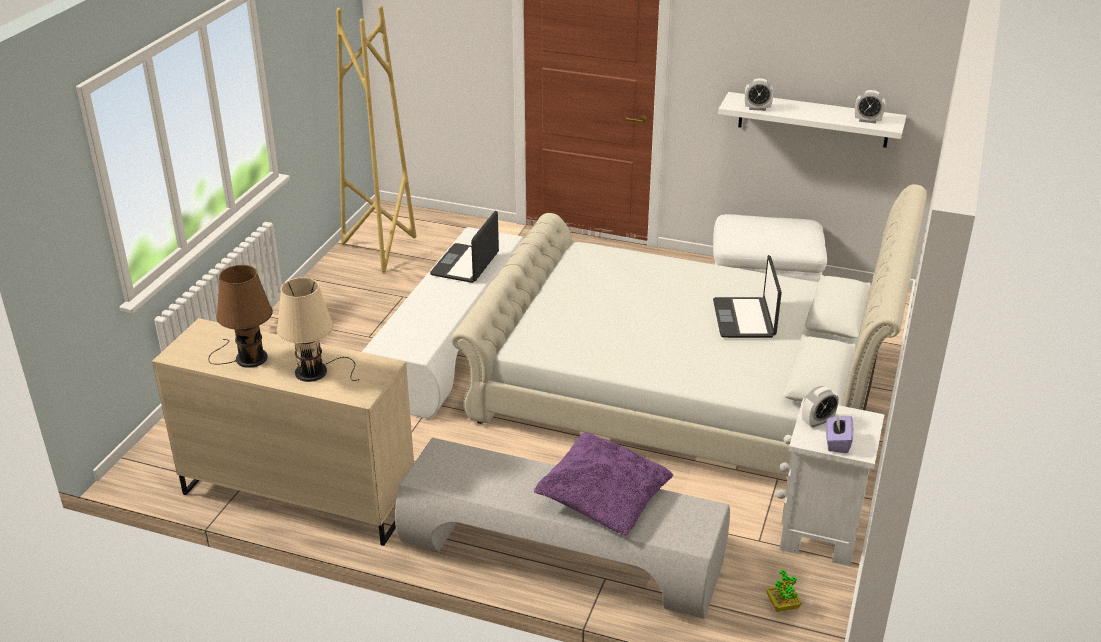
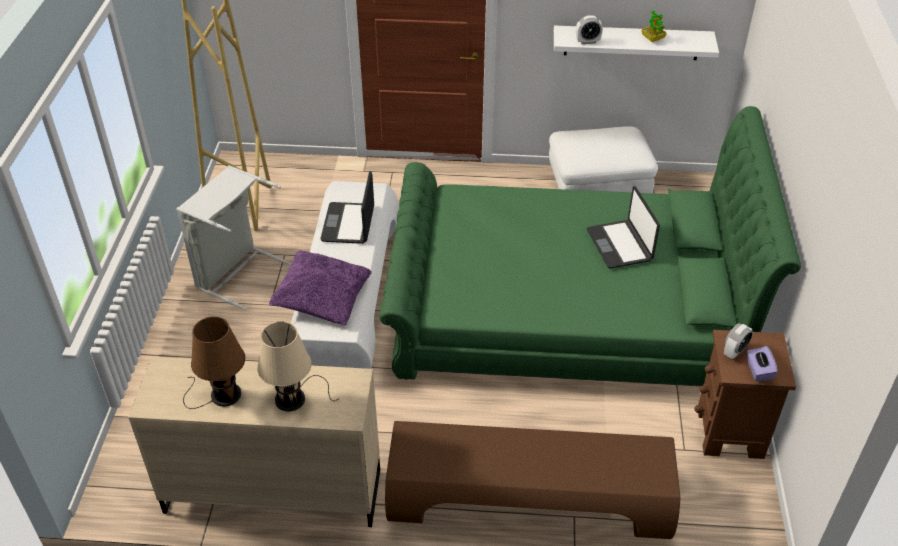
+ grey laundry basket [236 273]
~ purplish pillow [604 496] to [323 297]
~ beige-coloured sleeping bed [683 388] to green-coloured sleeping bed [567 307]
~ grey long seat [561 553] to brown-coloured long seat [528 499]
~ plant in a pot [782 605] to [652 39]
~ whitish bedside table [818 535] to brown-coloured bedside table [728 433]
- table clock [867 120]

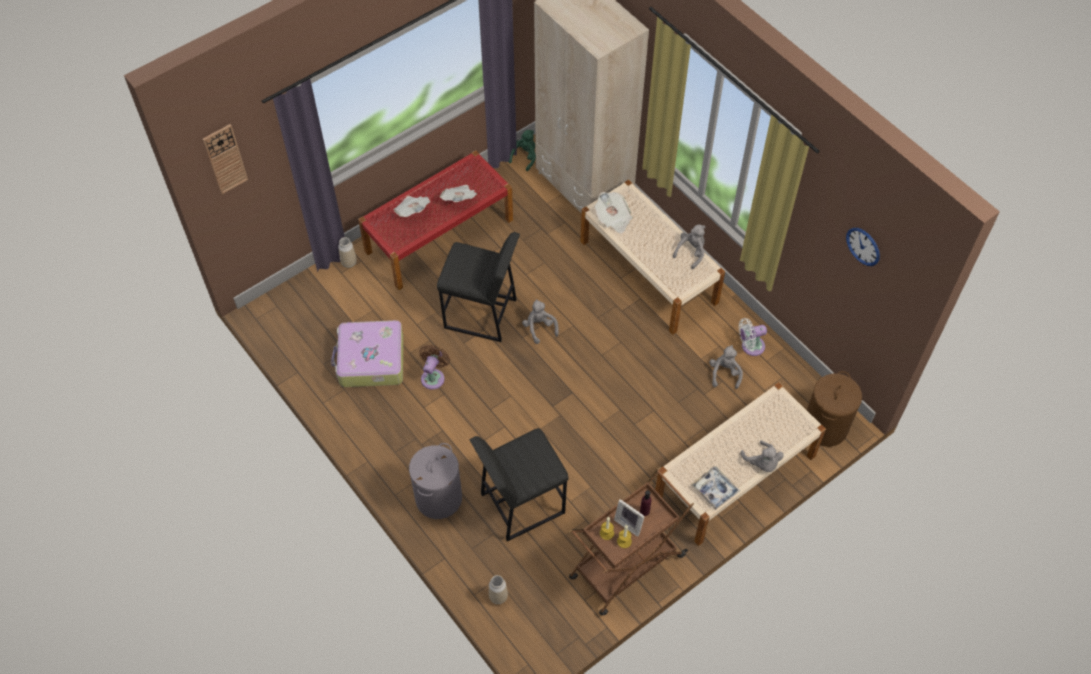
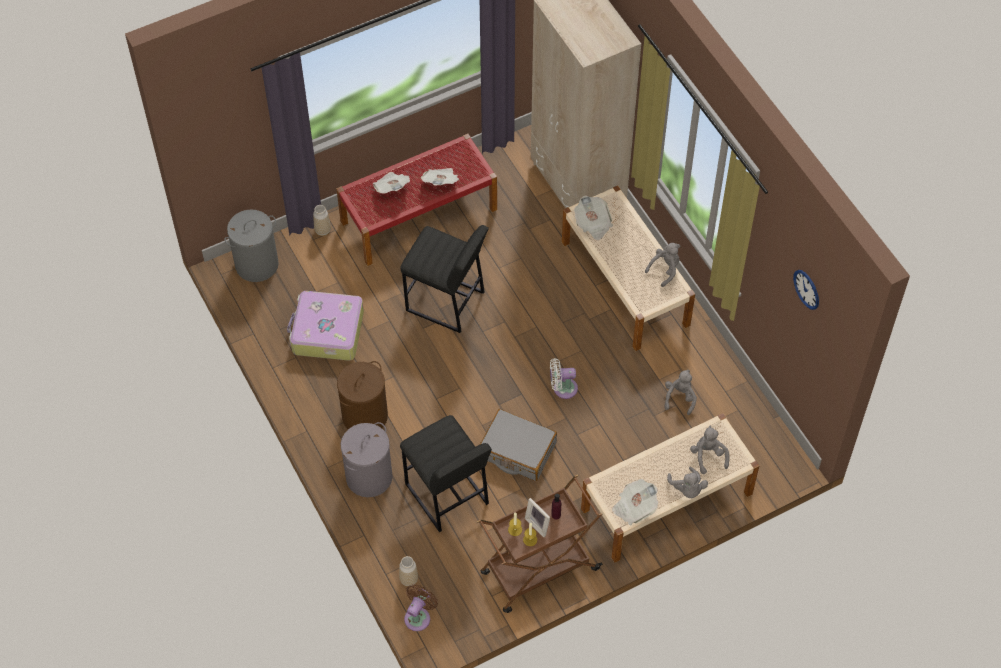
+ grey laundry basket [256 265]
~ brown-coloured laundry basket [825 426] to [365 415]
~ blackish upright chair [520 504] = [448 495] 105 degrees counterclockwise
~ brown-coloured electric fan [433 376] to [419 616]
+ grey piece of luggage [517 451]
~ whitish electric fan [750 346] to [562 388]
~ tray [714 490] to printed paper [634 507]
~ grey soft toy [539 328] to [708 456]
- clock on the wall [225 159]
- green-coloured soft toy [525 157]

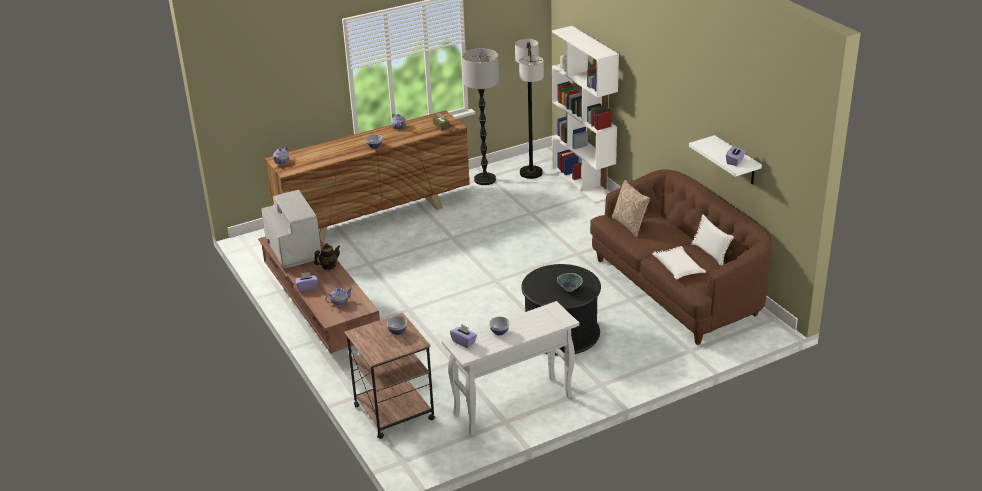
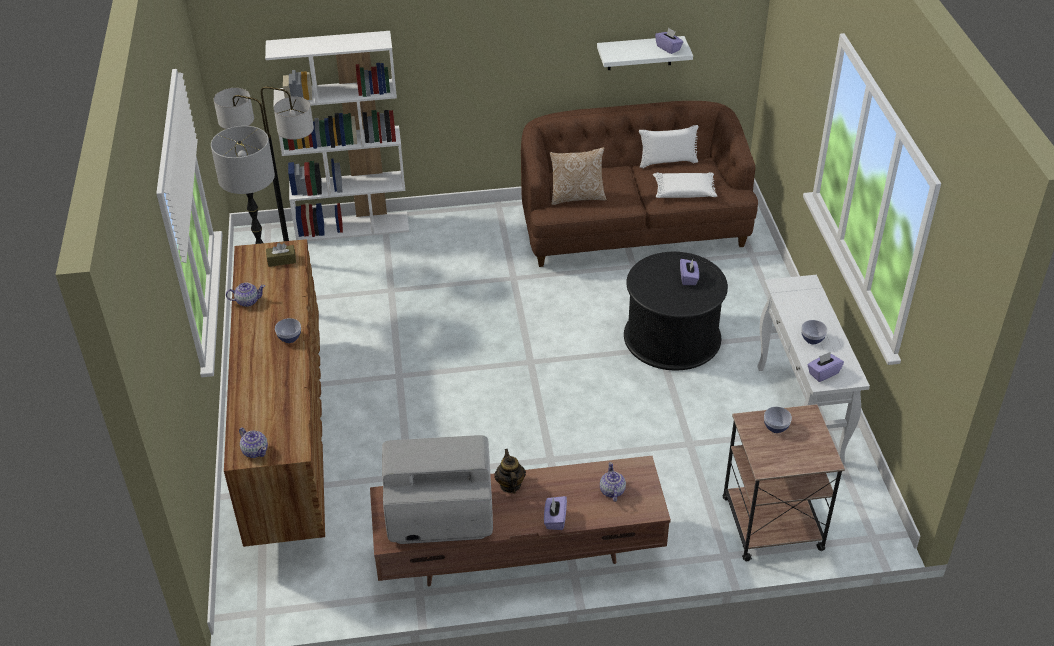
~ deep dish [569 289] to purplish tissue box [688 278]

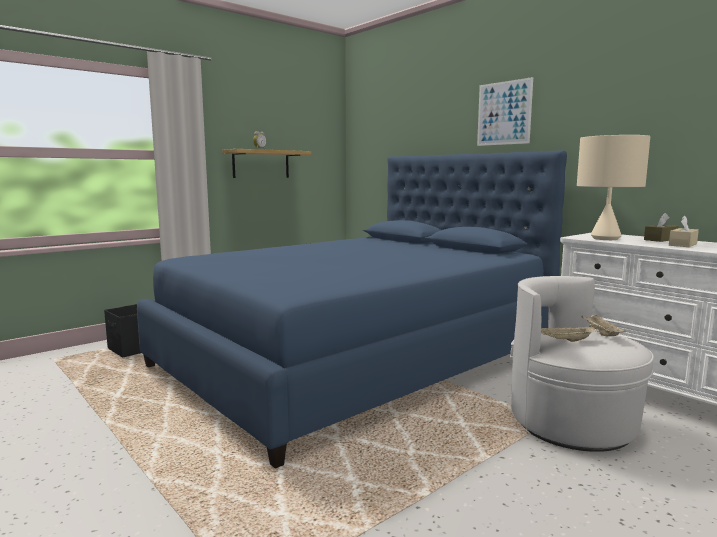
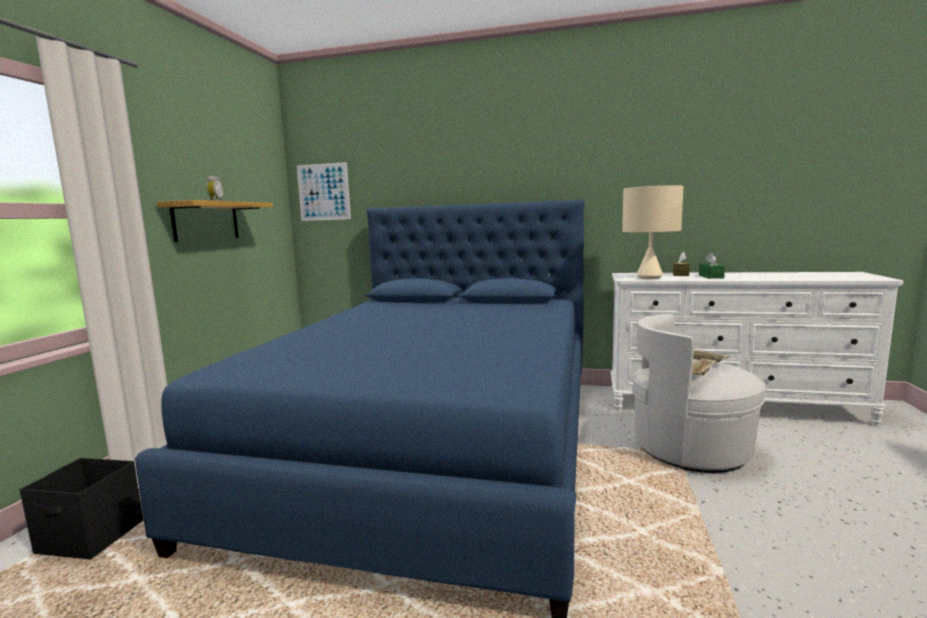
~ picture [504 113] to [323 192]
~ beige-coloured tissue box [682 244] to green-coloured tissue box [711 276]

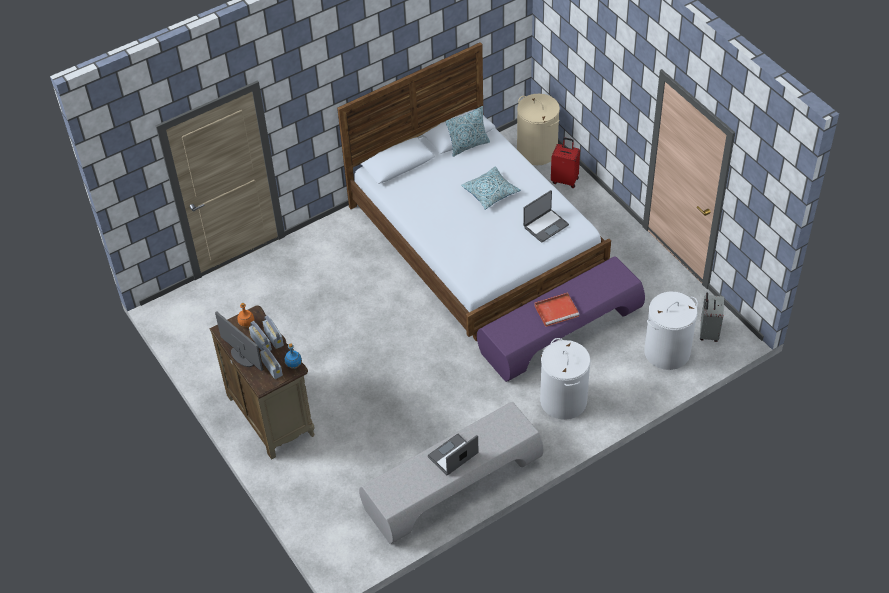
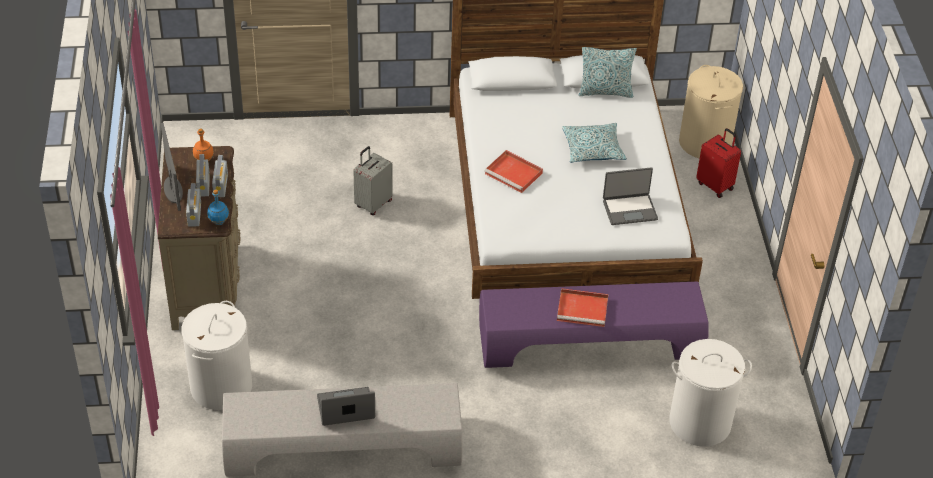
~ whitish laundry basket [563 401] to [221 386]
~ grey piece of luggage [708 332] to [373 204]
+ red-coloured tray [514 173]

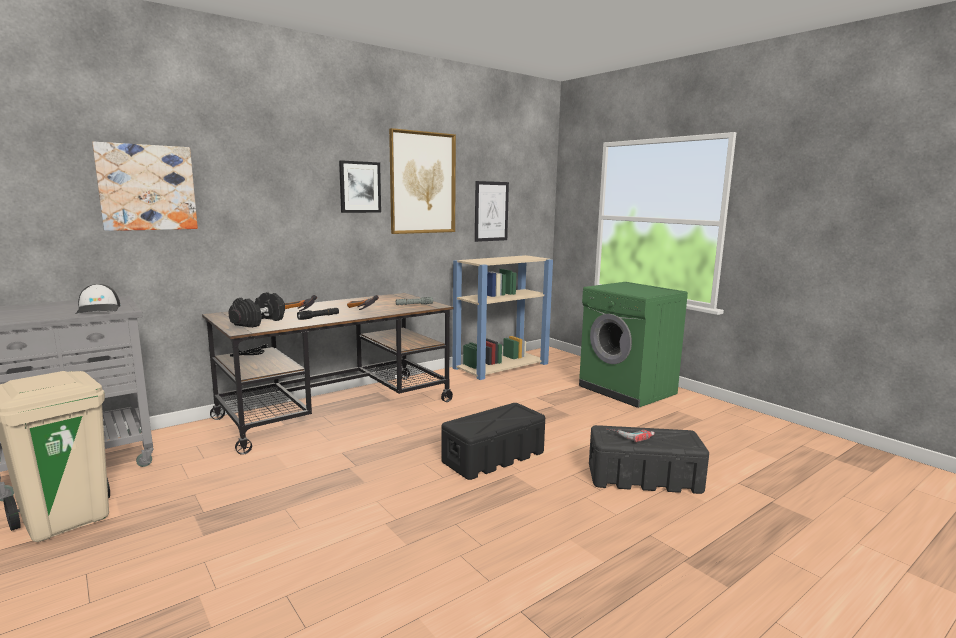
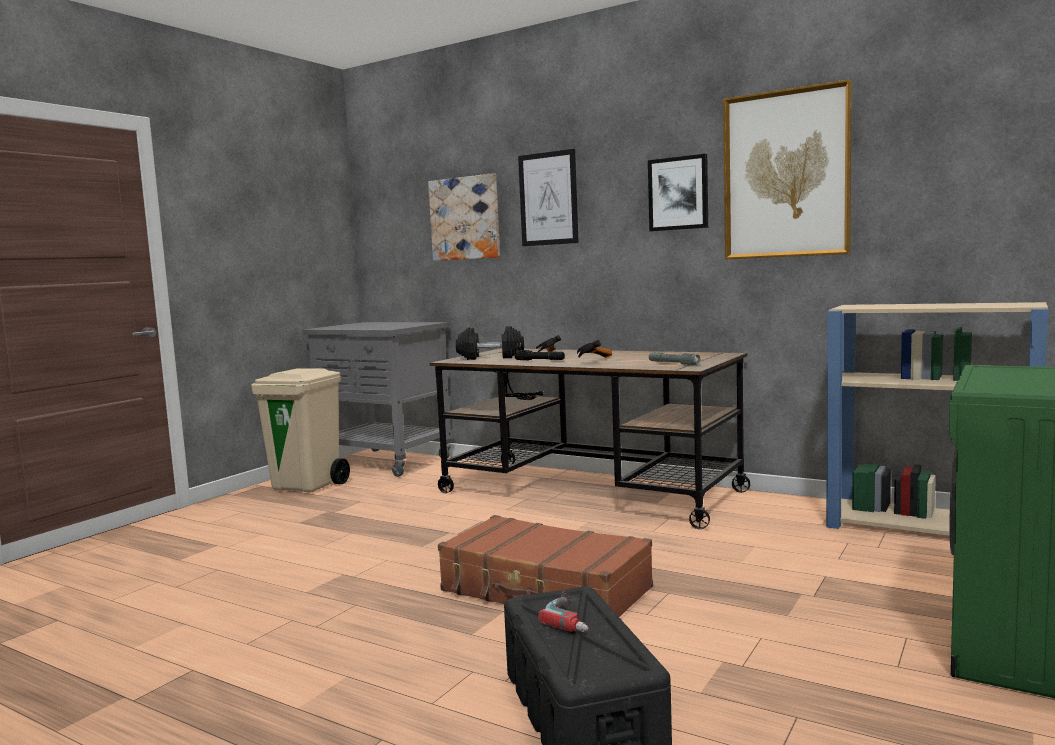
~ blackish storage bin [494 457] to brown-coloured piece of luggage [545 590]
~ picture [491 211] to [548 199]
- baseball cap [99 309]

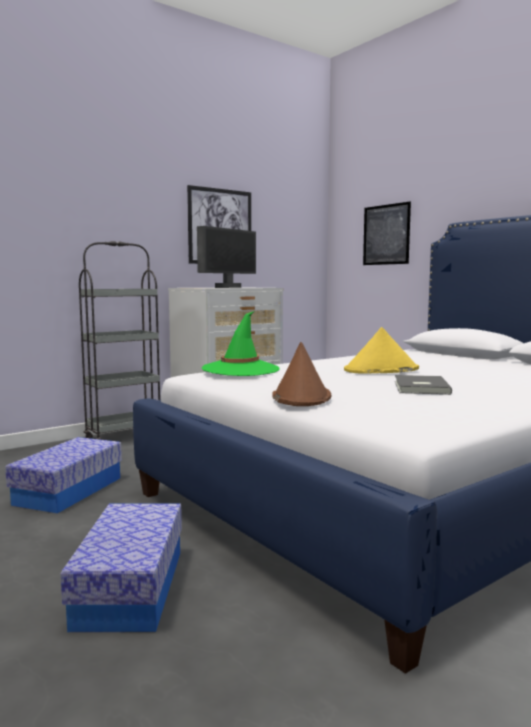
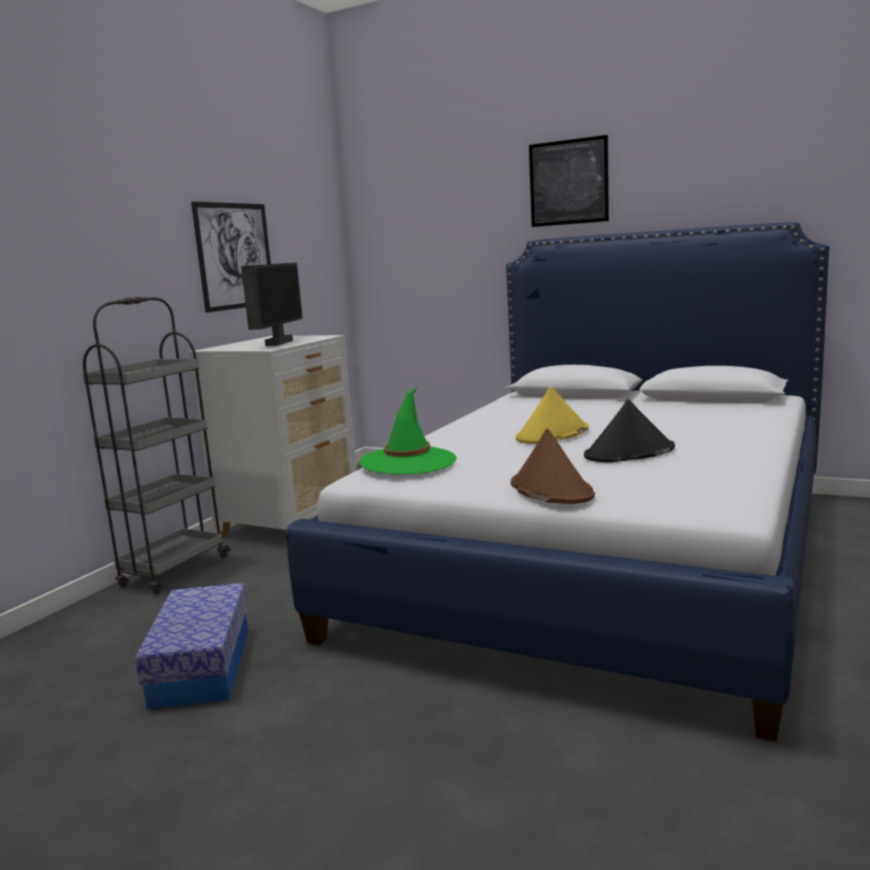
~ picture [386 234] to [568 182]
~ grey bound book [419 387] to blackish hat [629 453]
- storage bin [130 587]

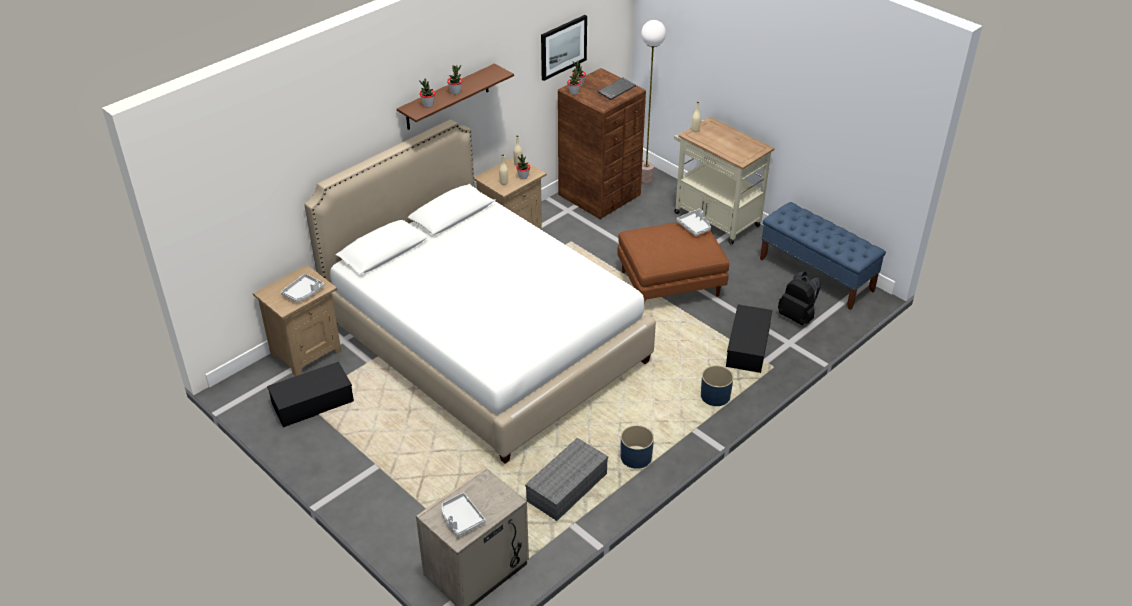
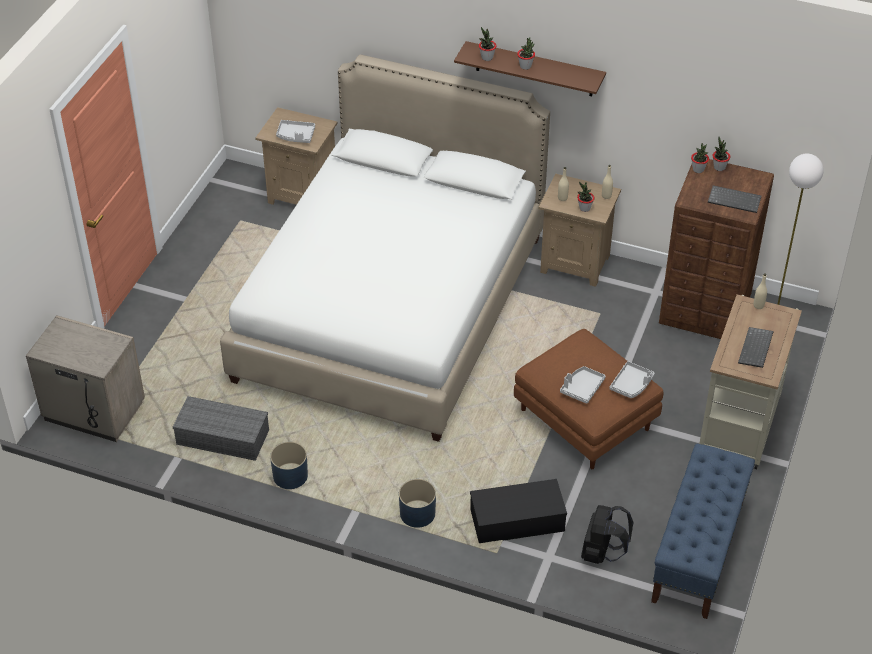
~ grey tray [461 519] to [582 388]
+ keyboard [756 349]
- blackish storage bin [312 403]
- picture [563 47]

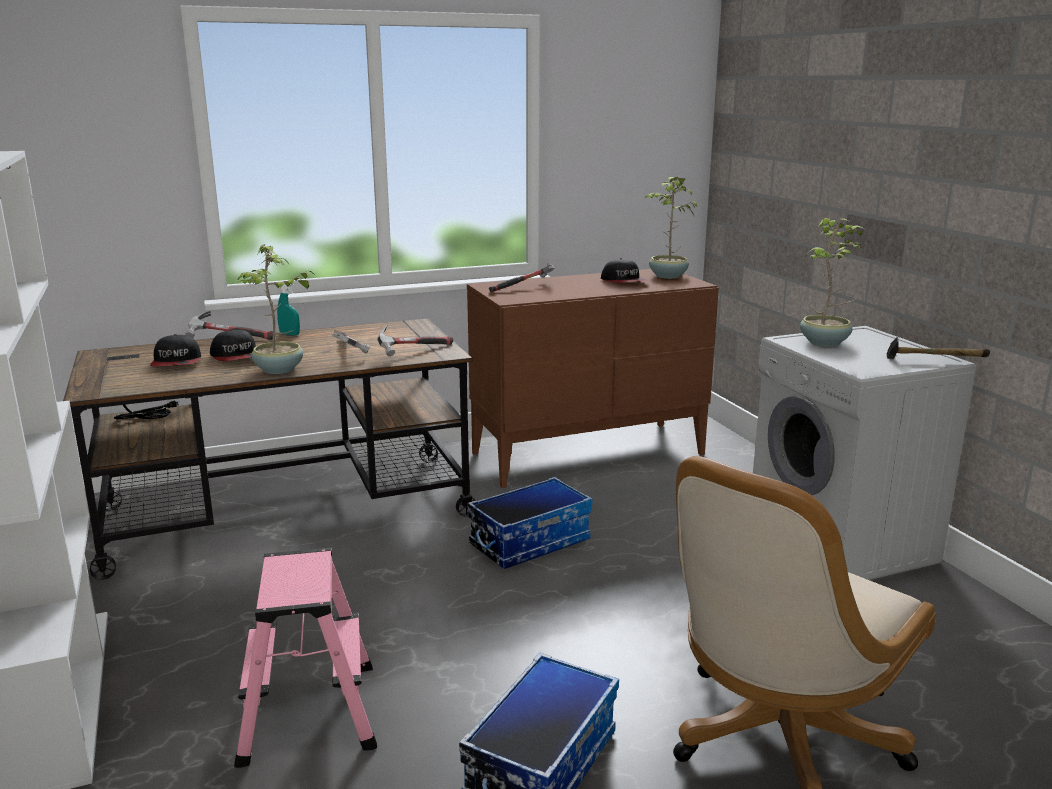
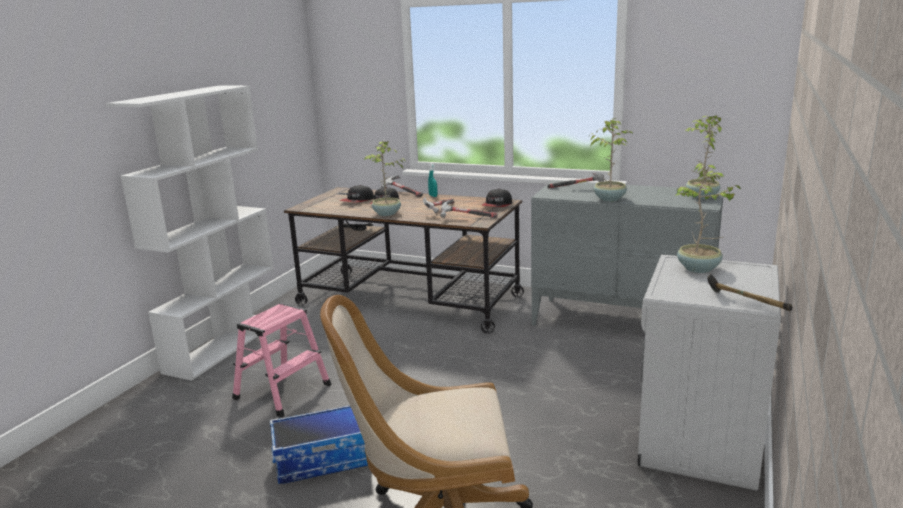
~ baseball cap [624 281] to [497 205]
~ brown-coloured storage cabinet [588 453] to grey storage cabinet [621 322]
+ plant in a pot [609 199]
- storage bin [530 542]

